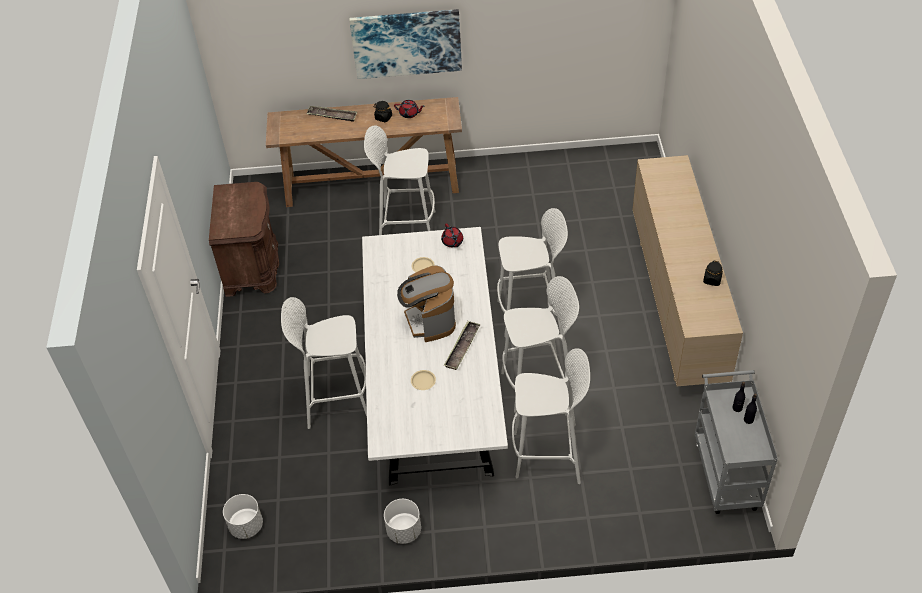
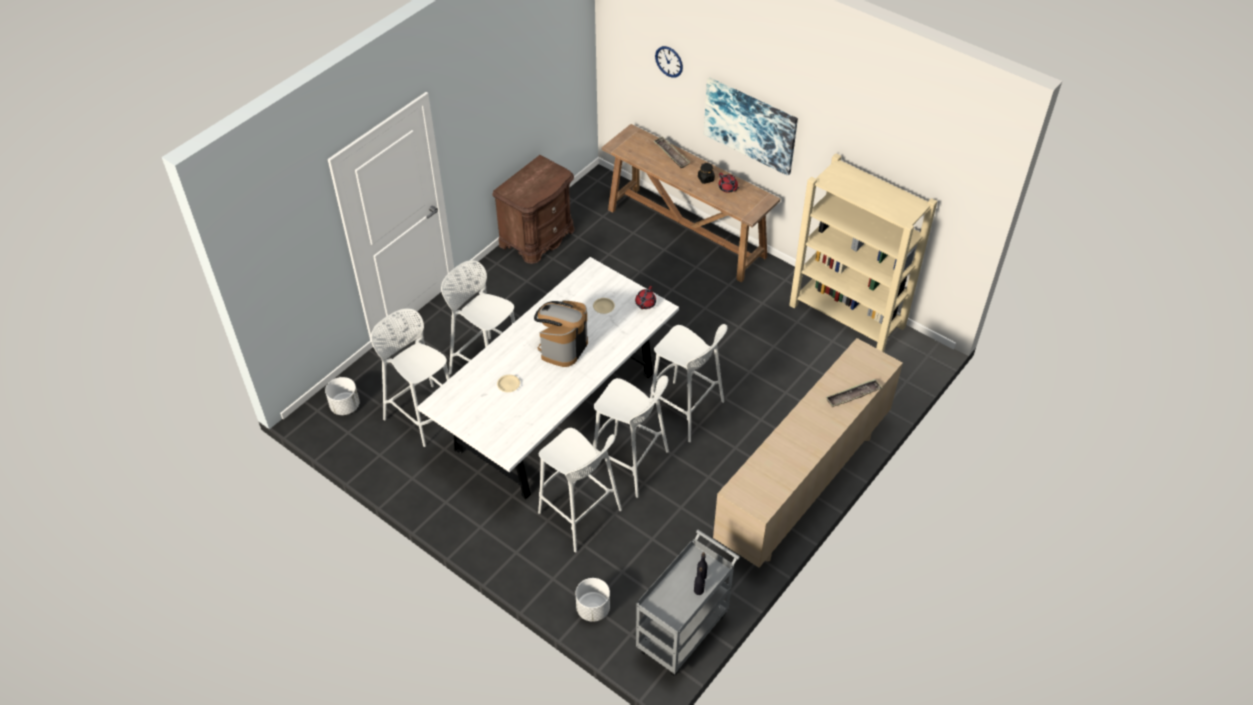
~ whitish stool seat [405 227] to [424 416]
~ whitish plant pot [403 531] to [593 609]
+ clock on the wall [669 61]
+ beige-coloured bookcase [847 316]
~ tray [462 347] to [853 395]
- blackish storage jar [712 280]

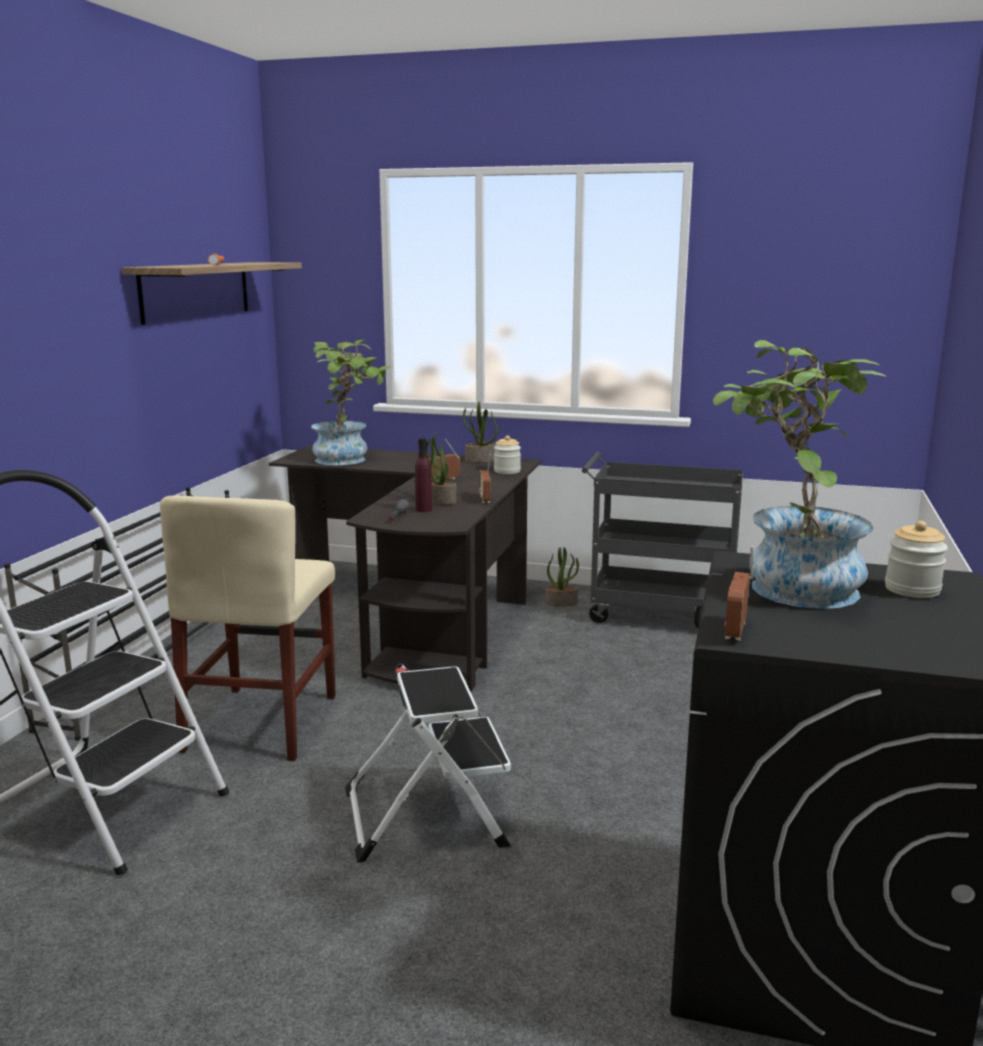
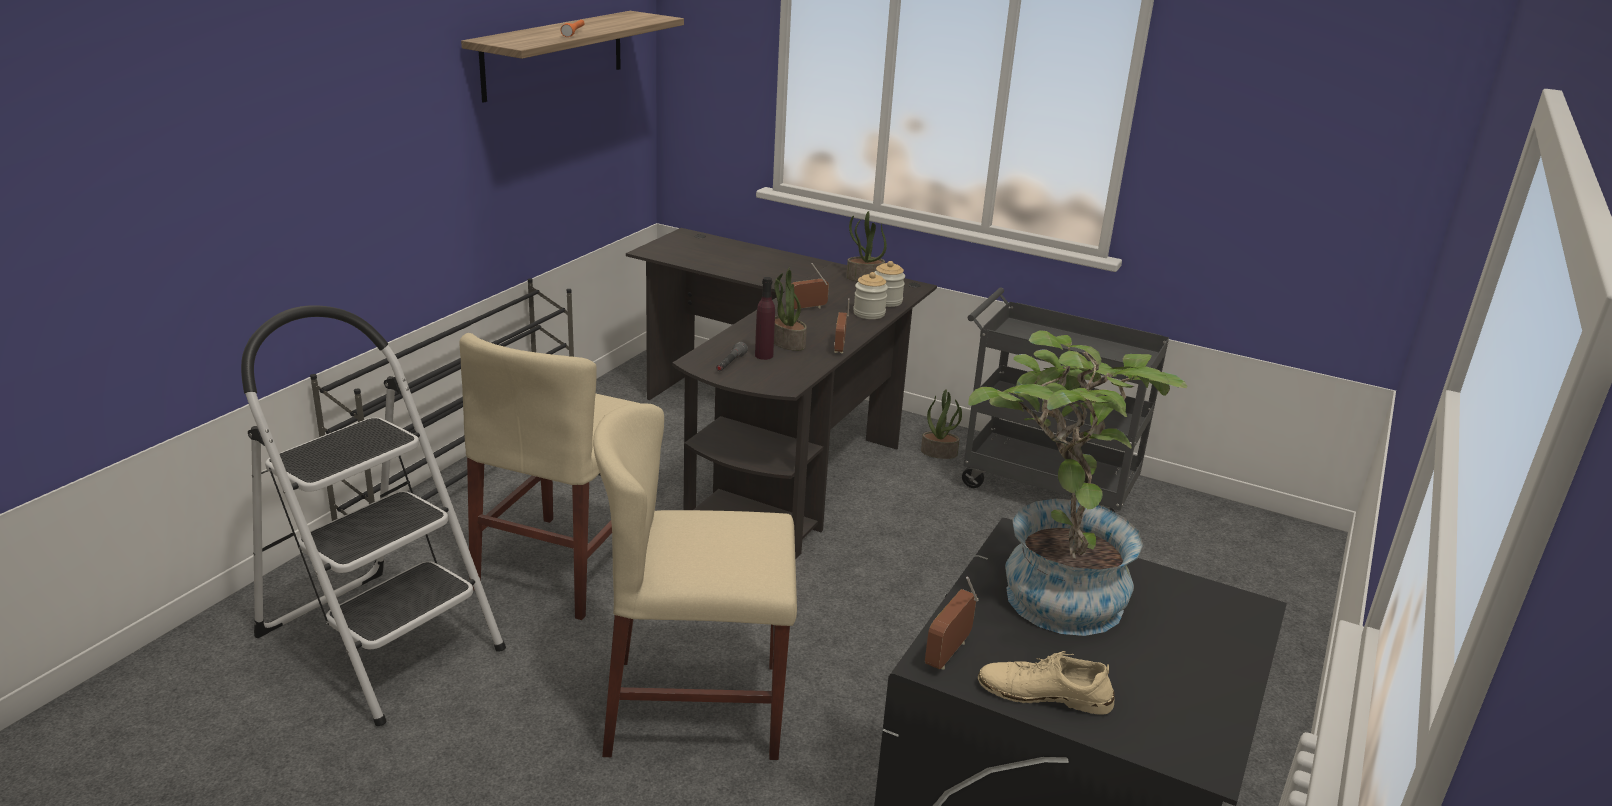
~ stepladder [427 812] to beige-coloured upright chair [695 707]
~ storage jar [912 589] to [869 313]
+ beige-coloured item of footwear [1044 694]
- plant in a pot [349 459]

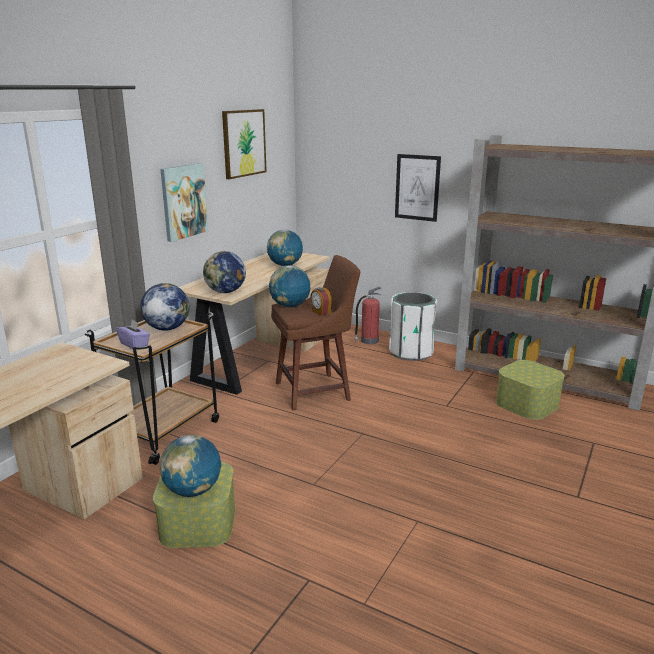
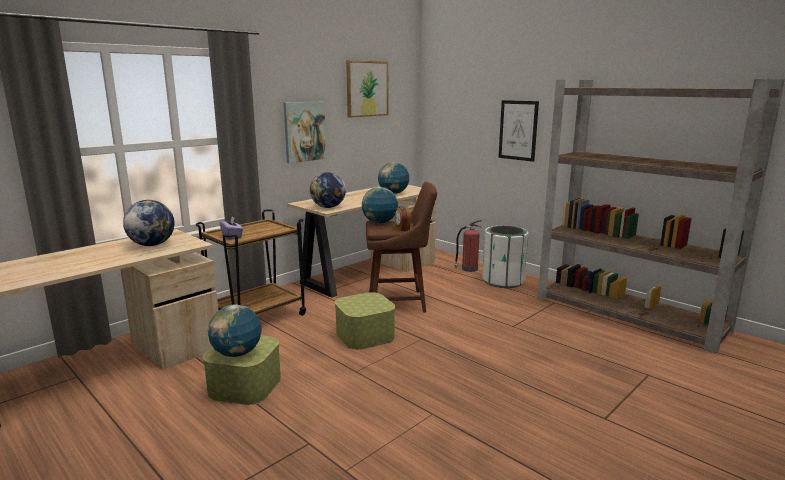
~ desk globe [167 328] to [152 245]
~ storage bin [527 404] to [365 335]

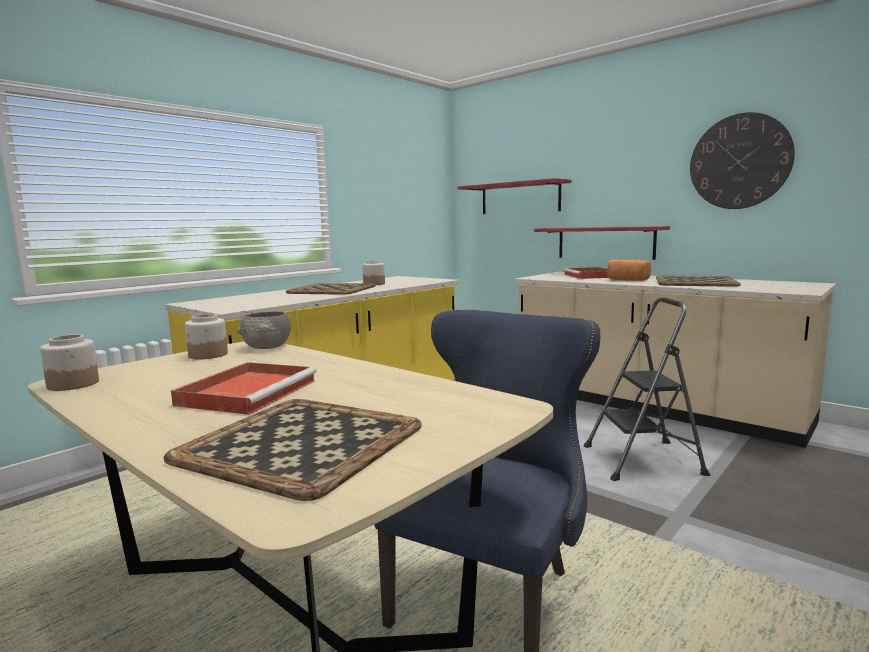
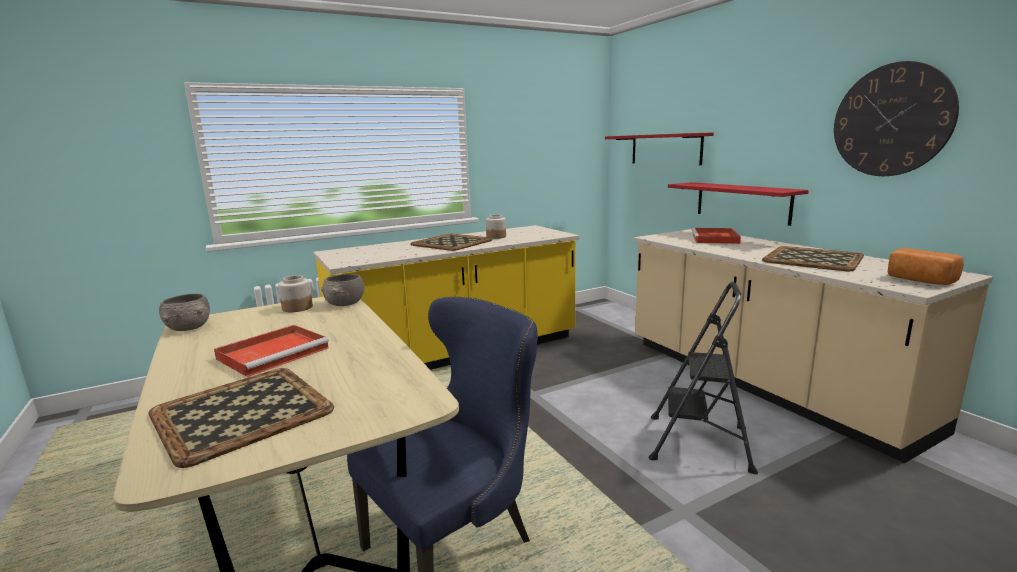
~ storage jar [74 384] to grey deep dish [189 327]
~ bread [627 280] to [919 280]

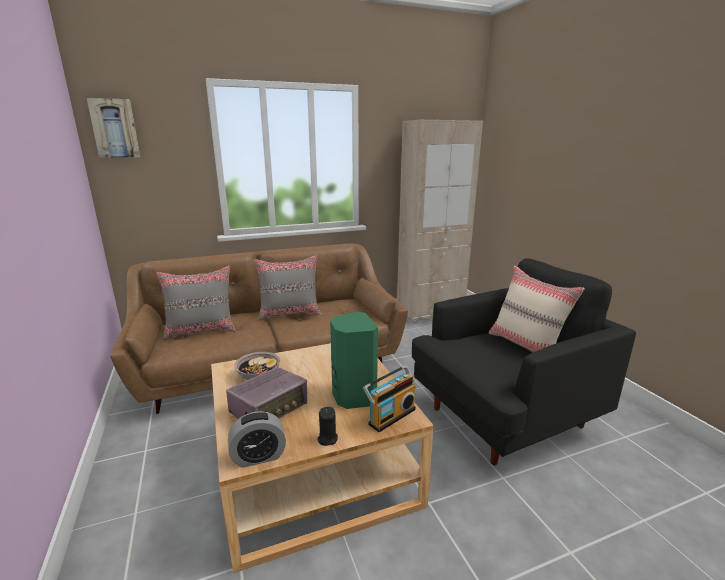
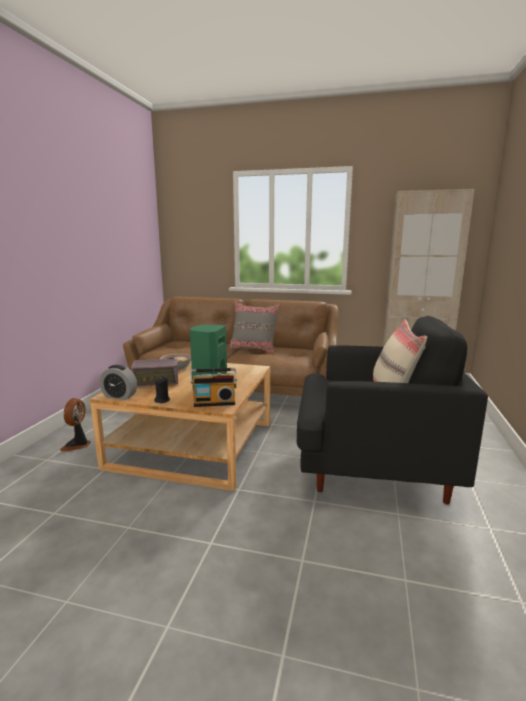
+ electric fan [77 445]
- picture [115 128]
- grey pillow [201 331]

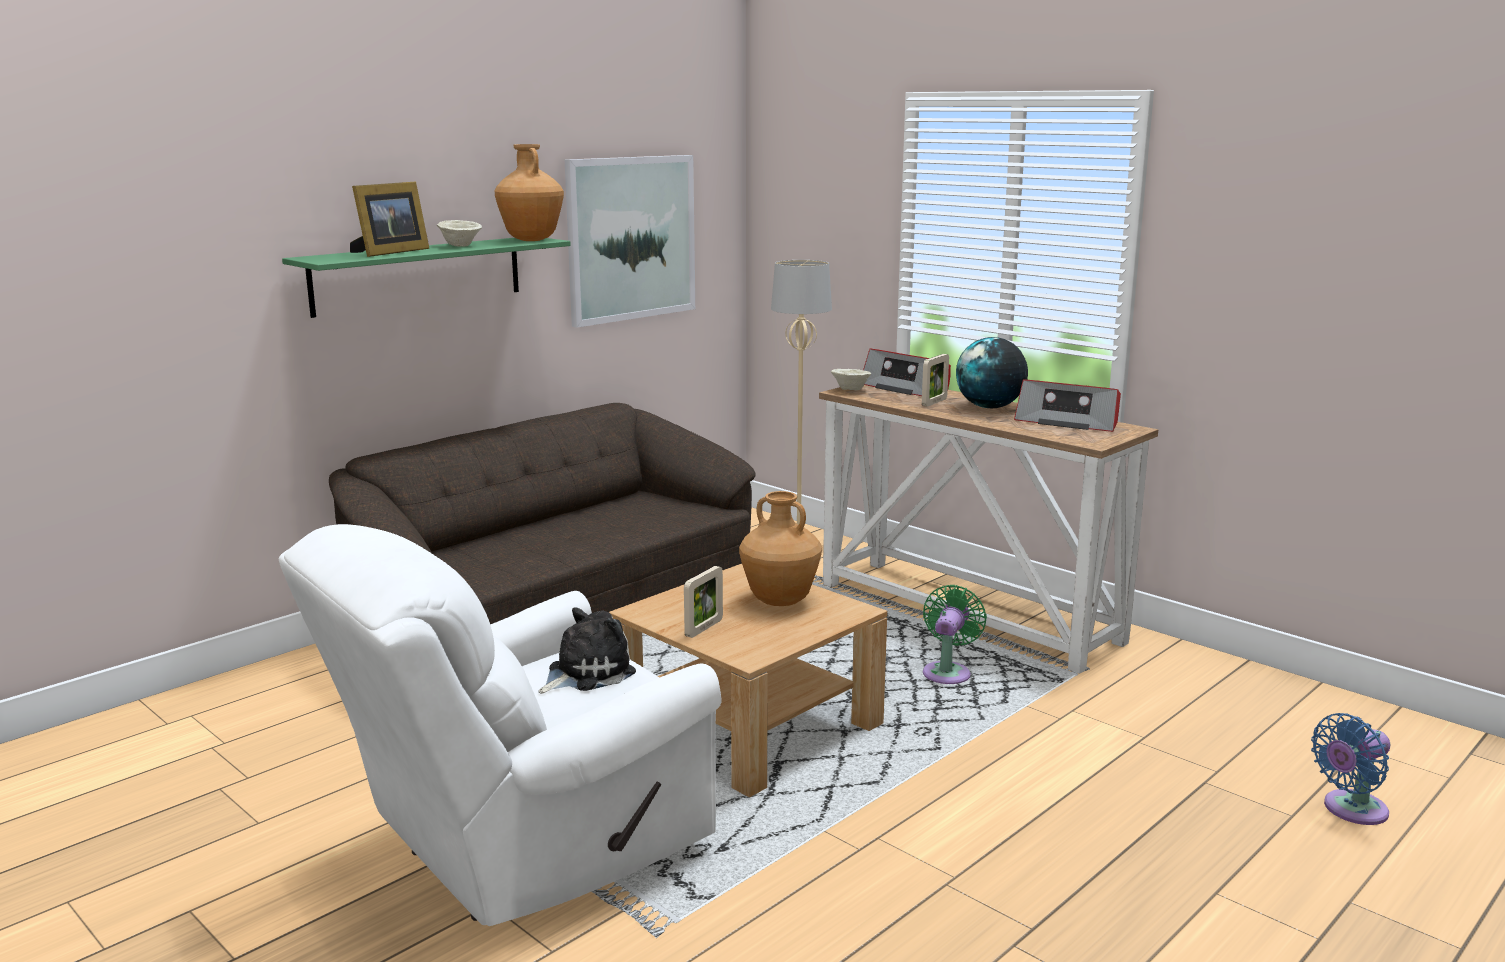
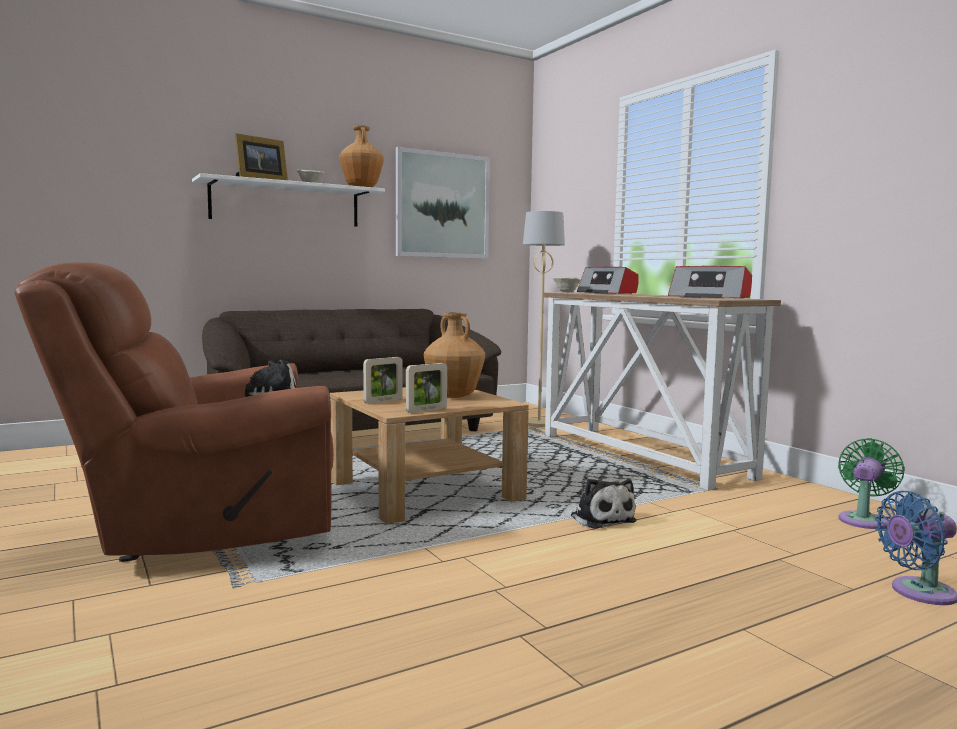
~ whitish easy chair [520 851] to brown-coloured easy chair [196 531]
~ green-coloured bracket shelf [418 275] to whitish bracket shelf [286 204]
~ photo frame [934 402] to [426 410]
+ soft toy [601 518]
~ green-coloured electric fan [948 672] to [864 520]
- desk globe [990 407]

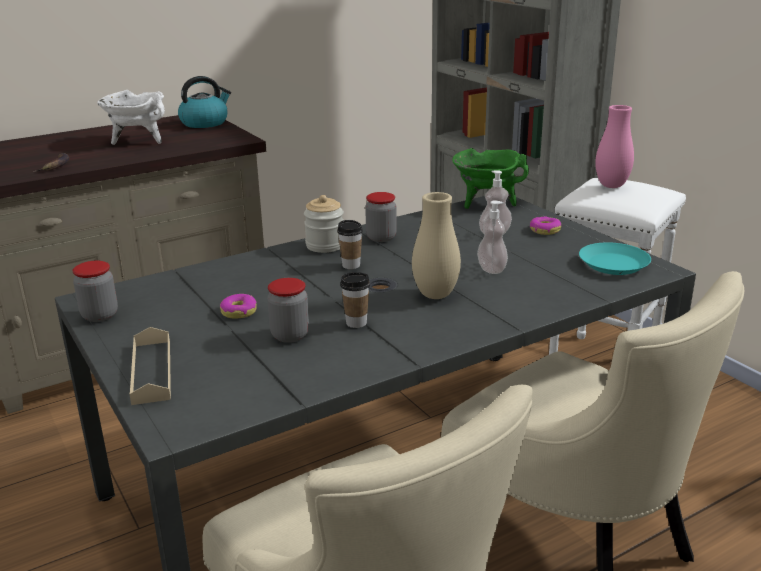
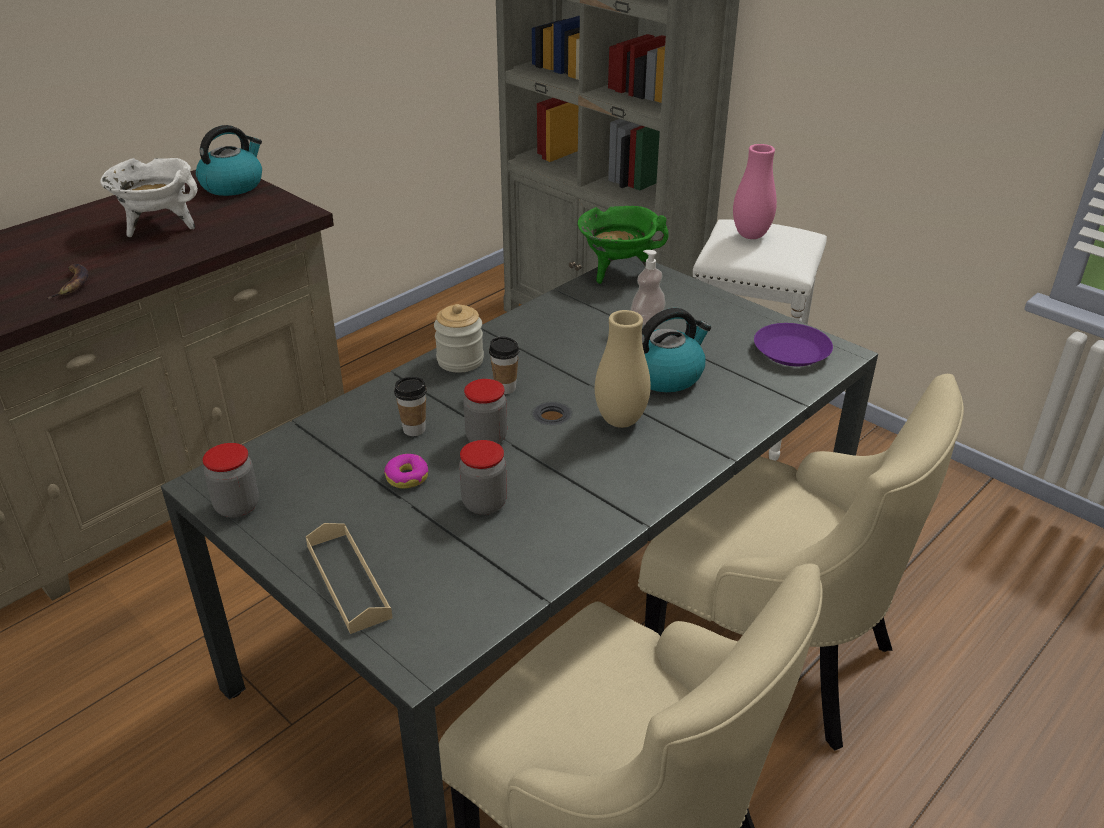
~ drinking cup [356 323] to [414 429]
~ storage jar [381 237] to [486 438]
~ soap bottle [491 269] to kettle [666 374]
~ turquoise dinner plate [613 264] to purplish dinner plate [790 351]
- ring doughnut [544 230]

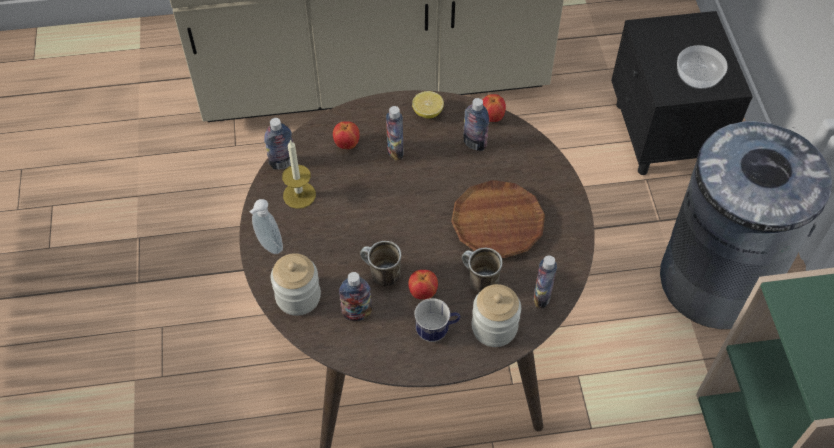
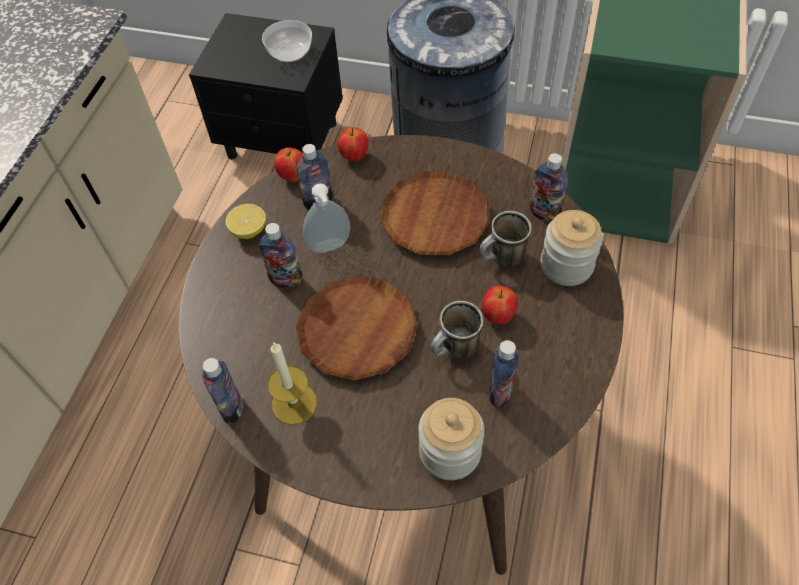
+ brown-coloured dinner plate [357 331]
~ soap bottle [268 246] to [330 247]
~ whole apple [347 145] to [354 157]
- mug [437 330]

